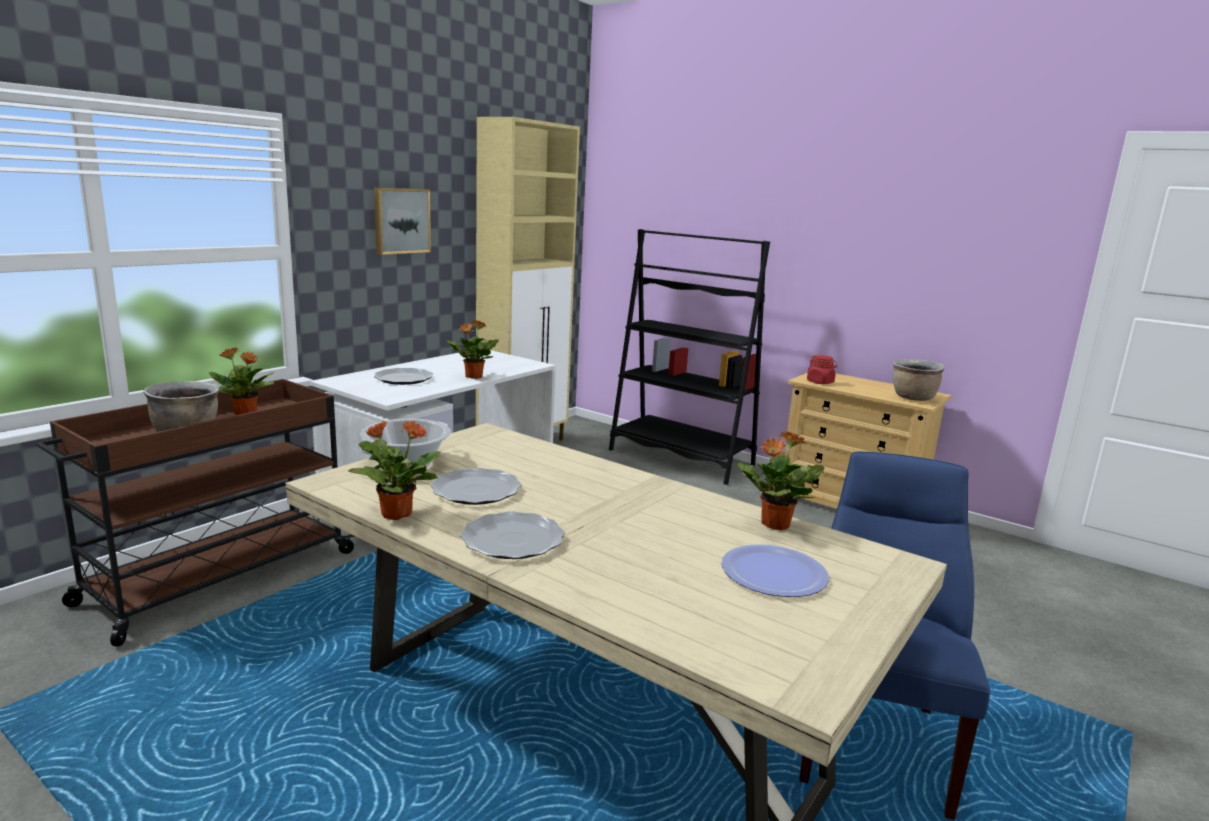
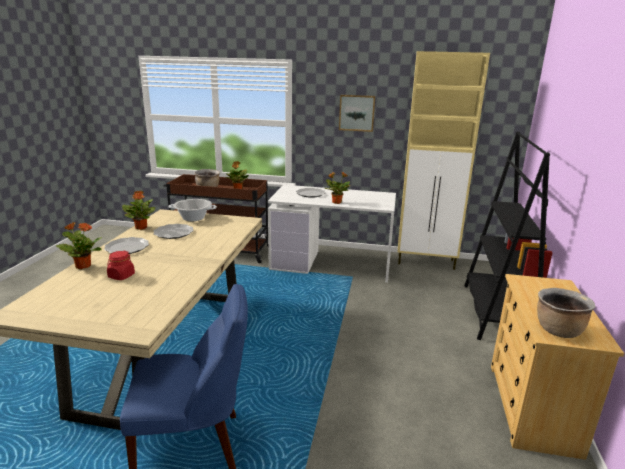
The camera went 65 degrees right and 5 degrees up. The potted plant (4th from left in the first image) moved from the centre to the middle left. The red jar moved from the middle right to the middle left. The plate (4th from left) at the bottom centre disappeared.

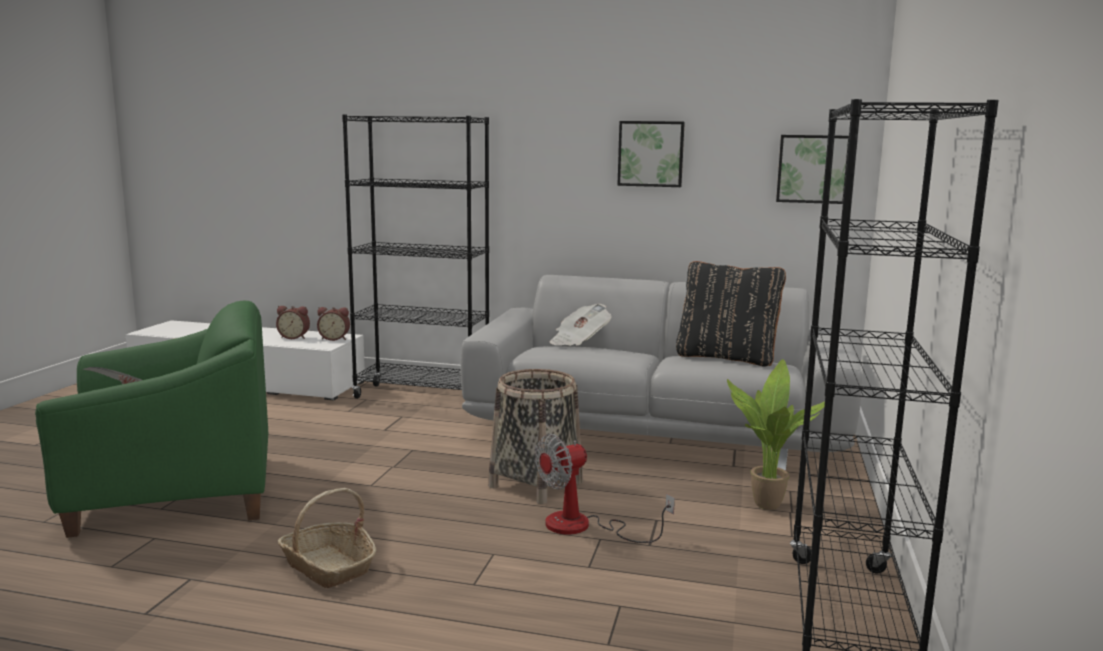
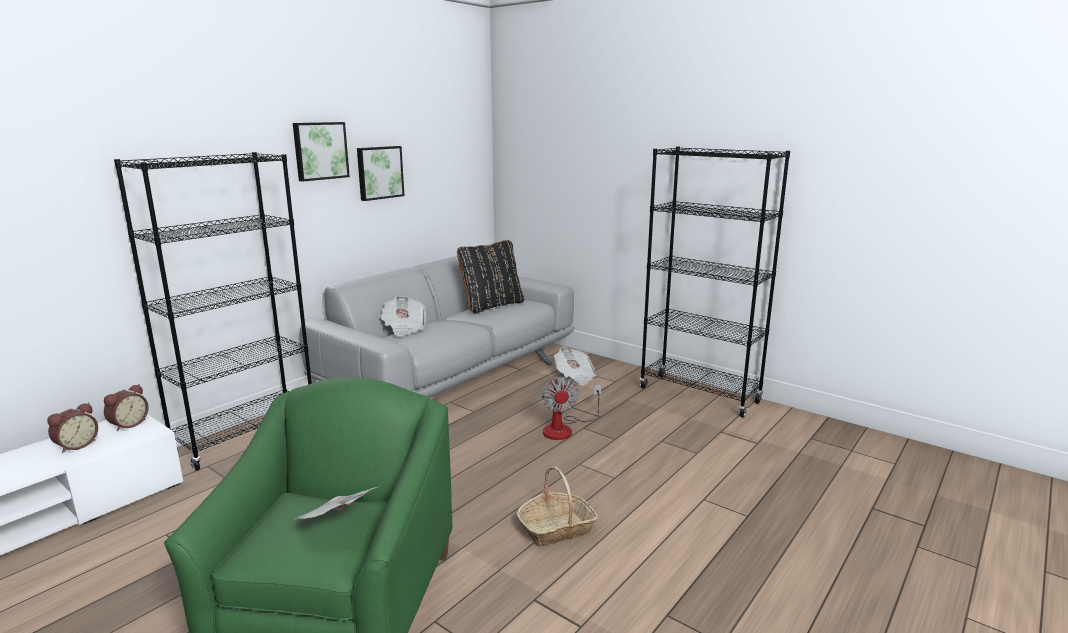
The camera went 65 degrees left and 5 degrees up. The picture (2nd from left in the first image) moved from the top right to the top left. The potted plant at the bottom right was replaced by the newspaper (3rd from left) at the centre. The basket (2nd from left) at the bottom centre disappeared.

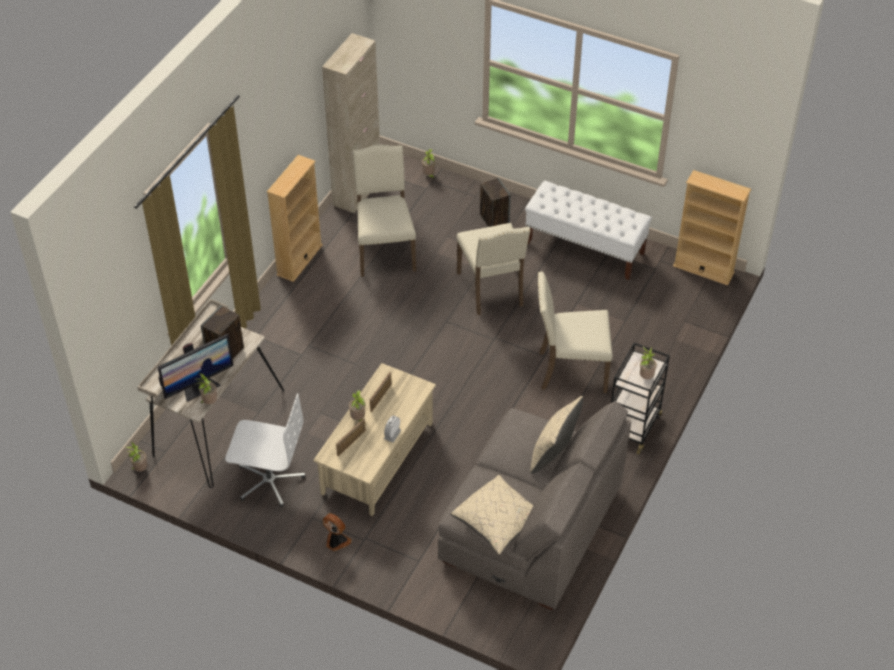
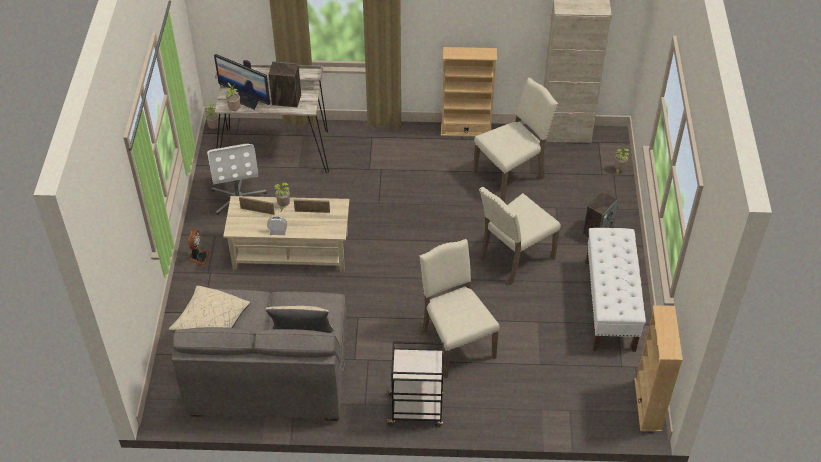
The camera went 65 degrees right and 0 degrees up. The potted plant (5th from left) at the middle right disappeared.

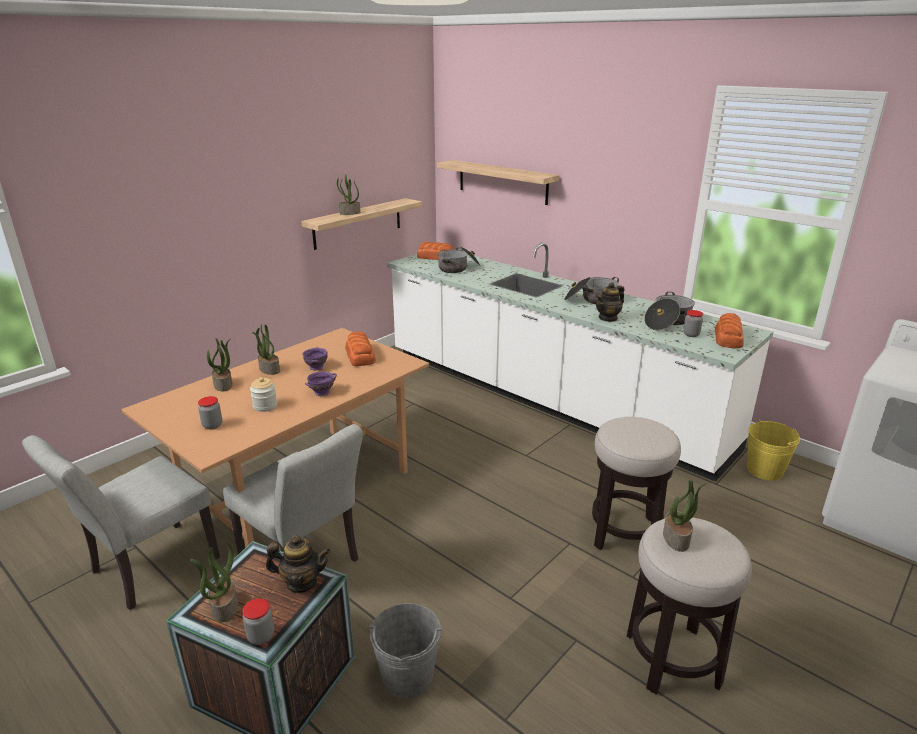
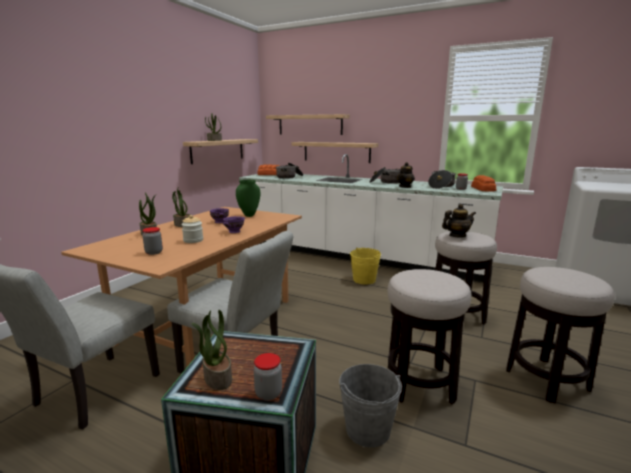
The camera went 15 degrees left and 10 degrees down. The bread (1st from left) at the centre was replaced by the green vase at the centre. The shelf (3rd from left) at the top centre appeared. The yellow bucket moved from the middle right to the centre. The stool (1st from left) at the bottom right appeared. The teapot (1st from left in the first image) moved from the bottom left to the middle right. The potted plant (5th from left) at the bottom right disappeared.

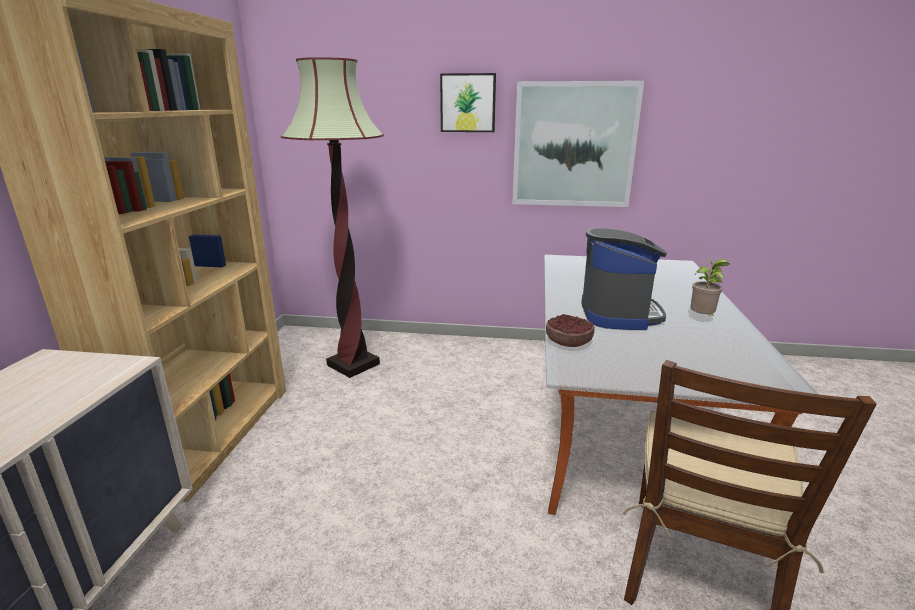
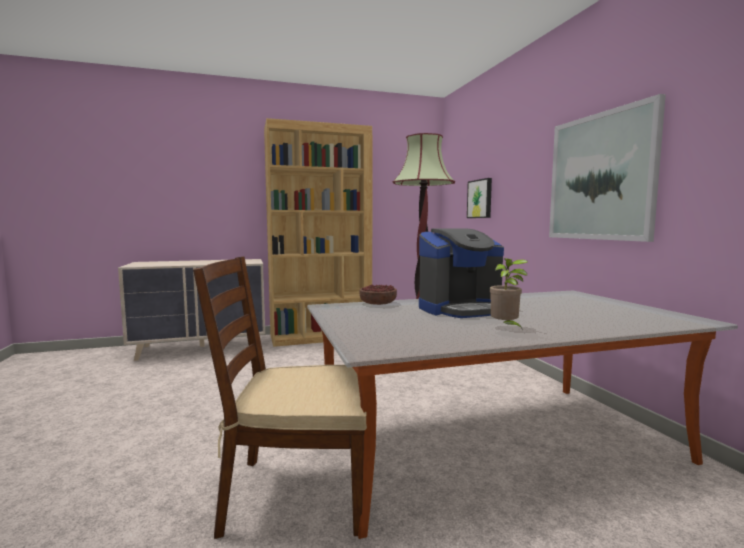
The camera went 65 degrees right and 15 degrees down. The picture (1st from left) moved from the top centre to the centre.

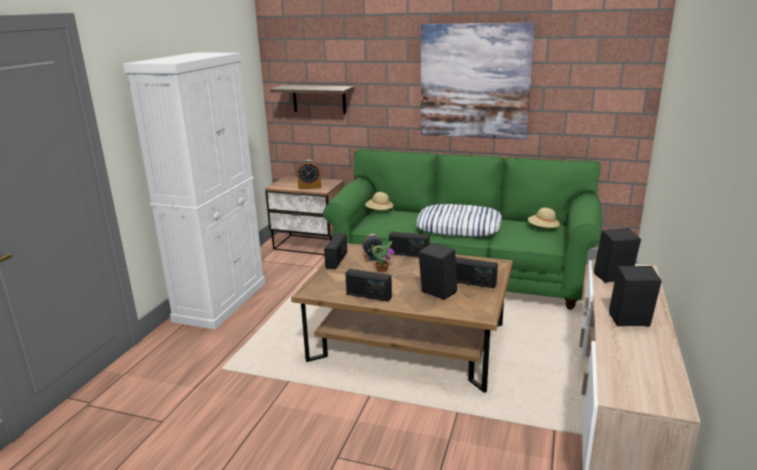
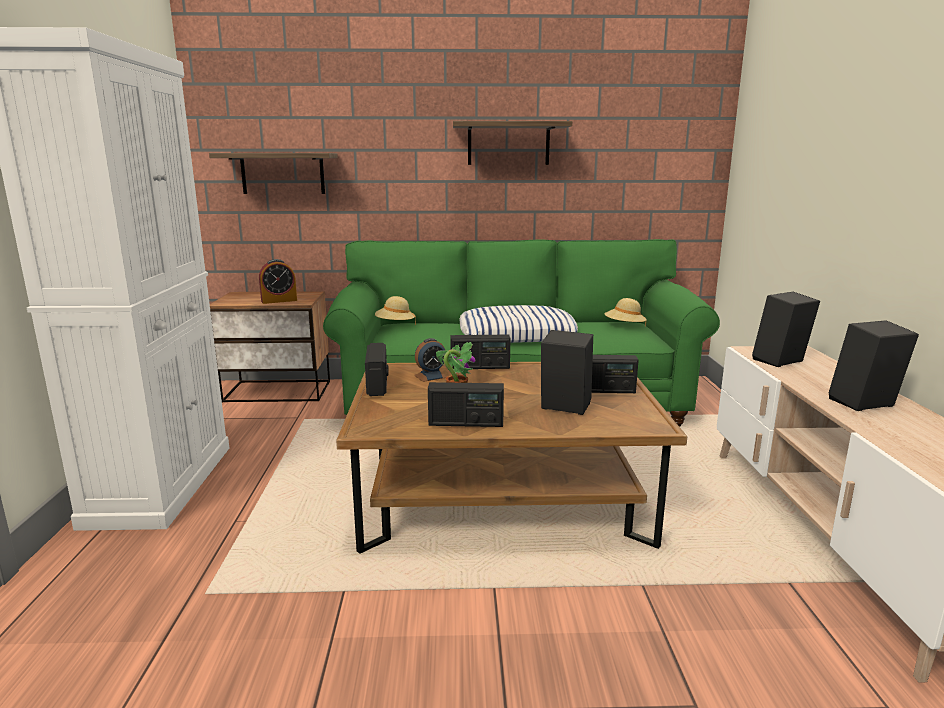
The camera went 20 degrees left and 5 degrees down. The picture at the top centre was replaced by the shelf (2nd from left) at the top centre.

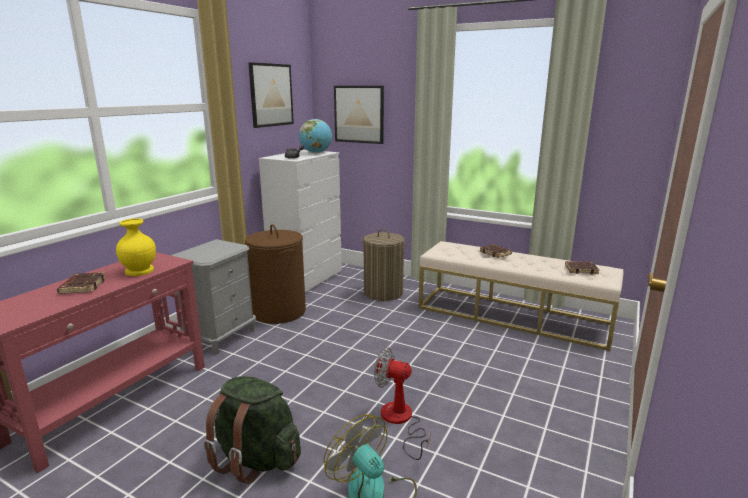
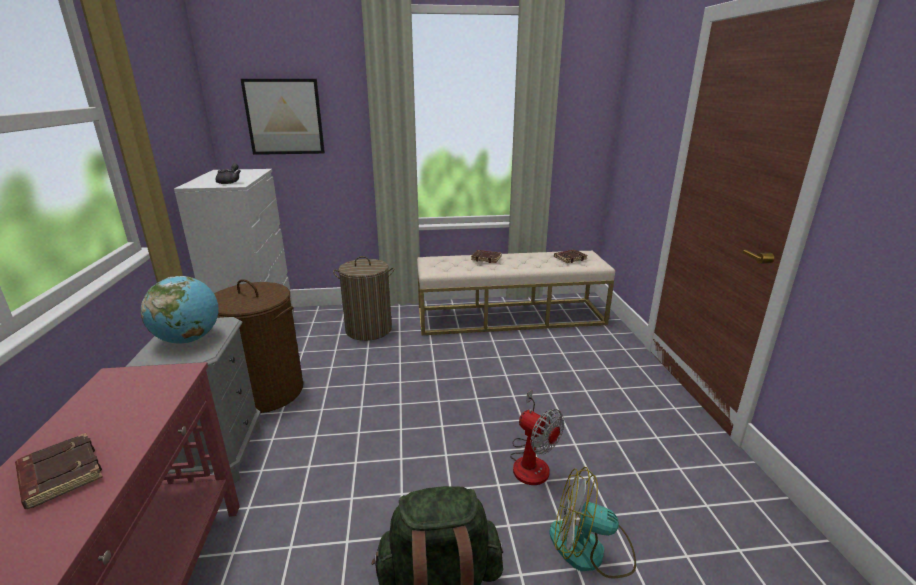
The camera went 35 degrees left and 5 degrees up. The globe moved from the top centre to the middle left. The fan (2nd from left in the first image) at the bottom centre turned 120 degrees counterclockwise. The yellow vase at the middle left disappeared. The picture (1st from left) at the top centre disappeared.

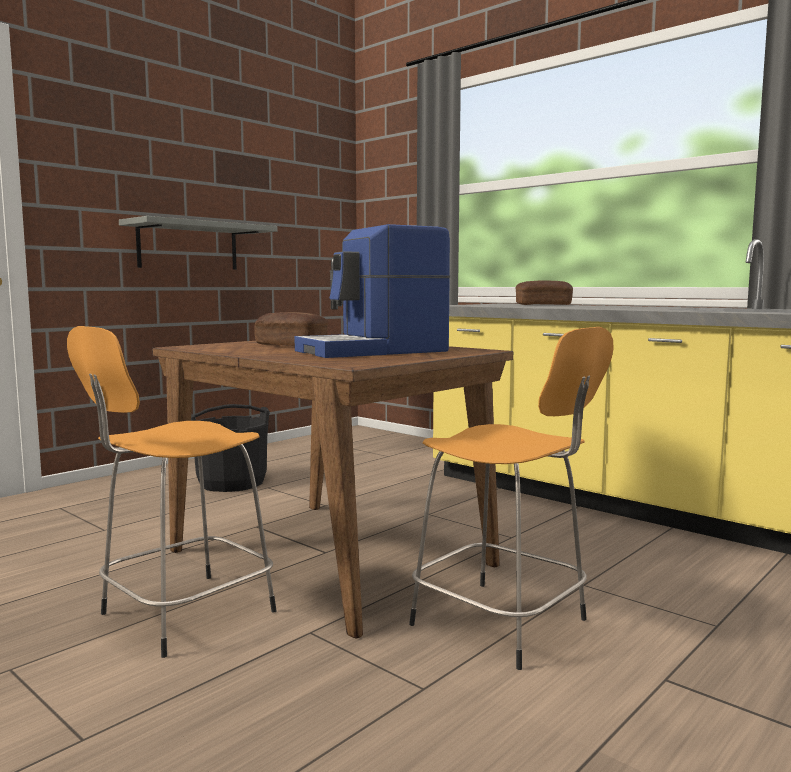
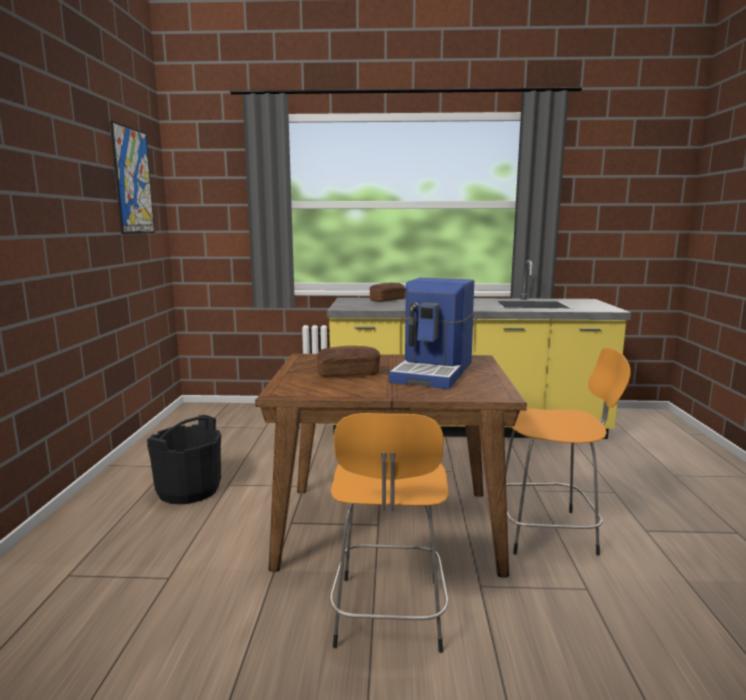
The camera went 40 degrees left and 5 degrees up. The picture at the top left appeared. The grey shelf at the top left disappeared.

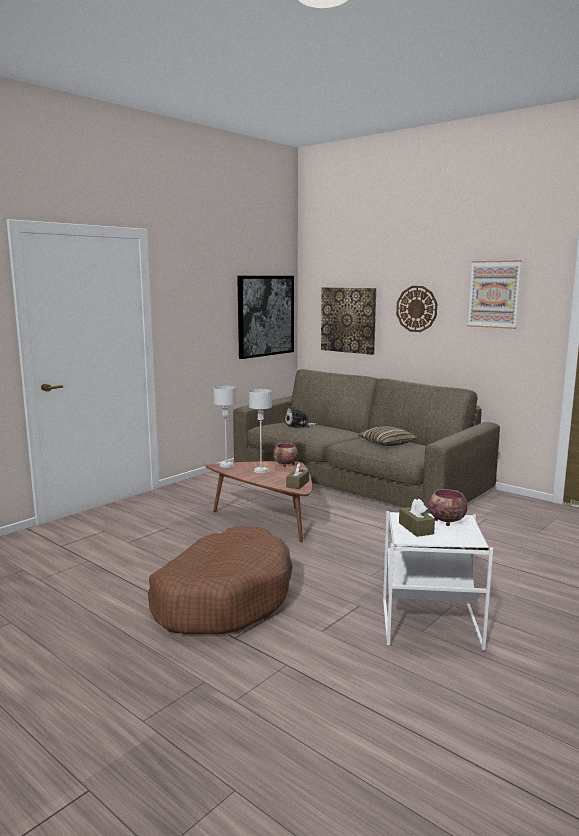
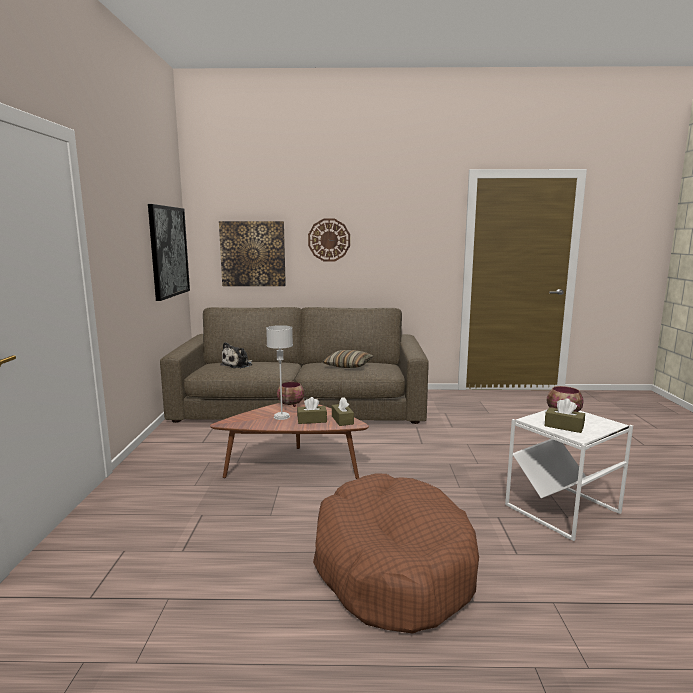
The camera went 40 degrees left and 0 degrees up. The brown tissue box (1st from left) at the centre appeared. The grey table lamp (1st from left) at the centre disappeared. The picture (3rd from left) at the middle right disappeared.

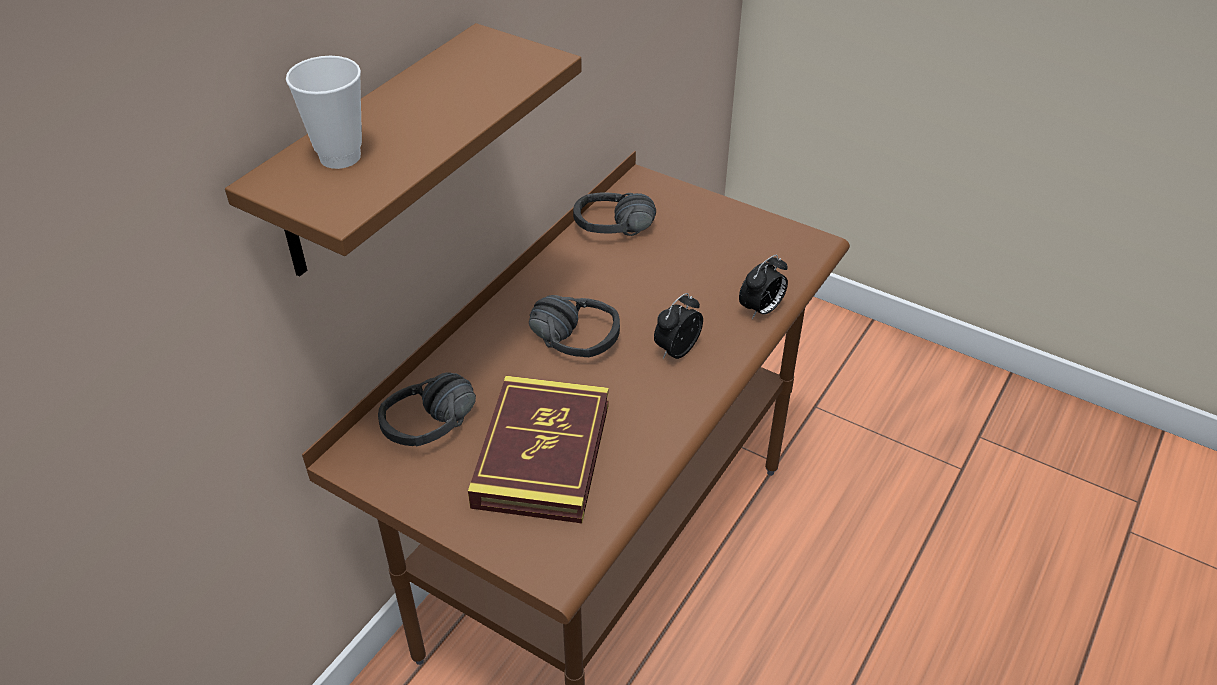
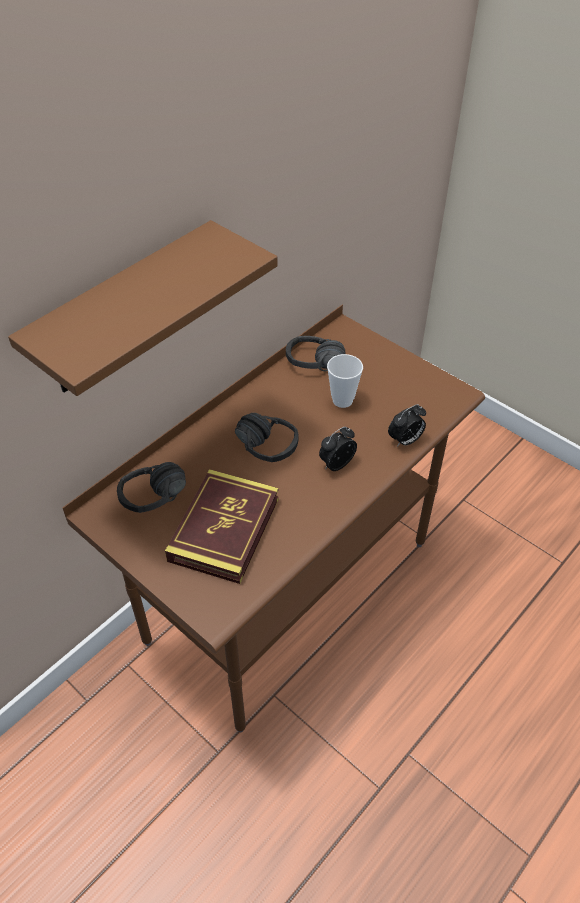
The camera went 10 degrees right and 5 degrees up. The cup moved from the top left to the centre.

